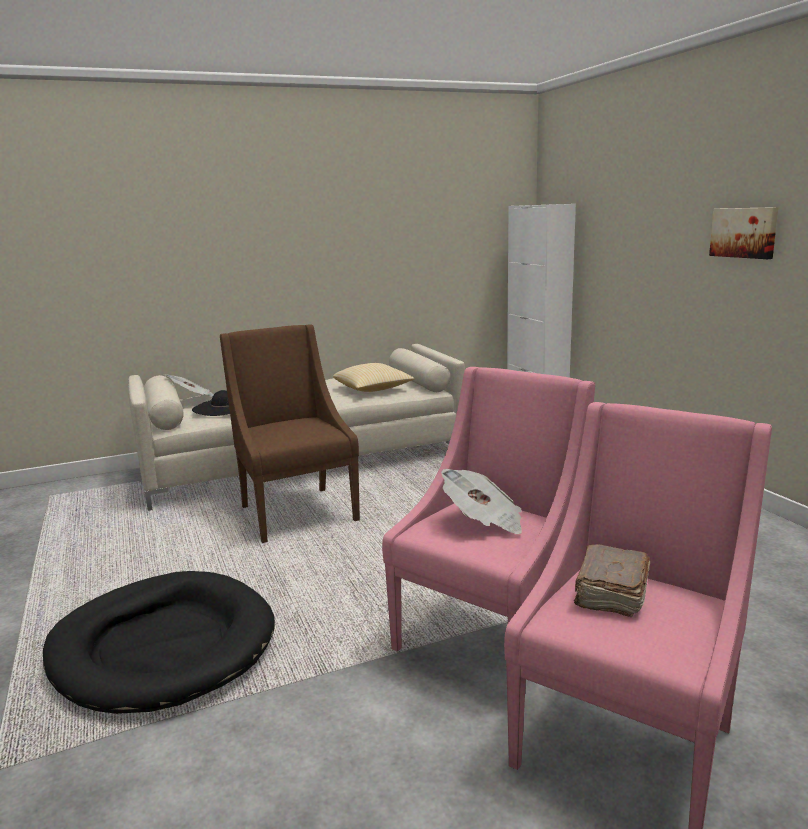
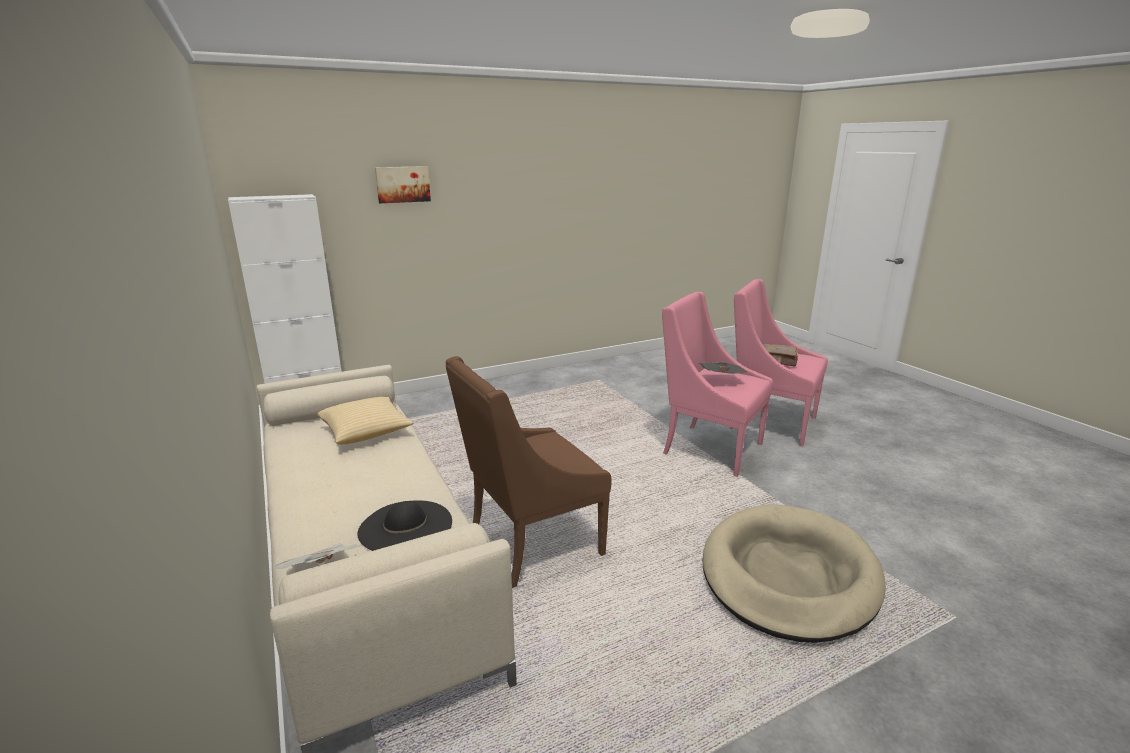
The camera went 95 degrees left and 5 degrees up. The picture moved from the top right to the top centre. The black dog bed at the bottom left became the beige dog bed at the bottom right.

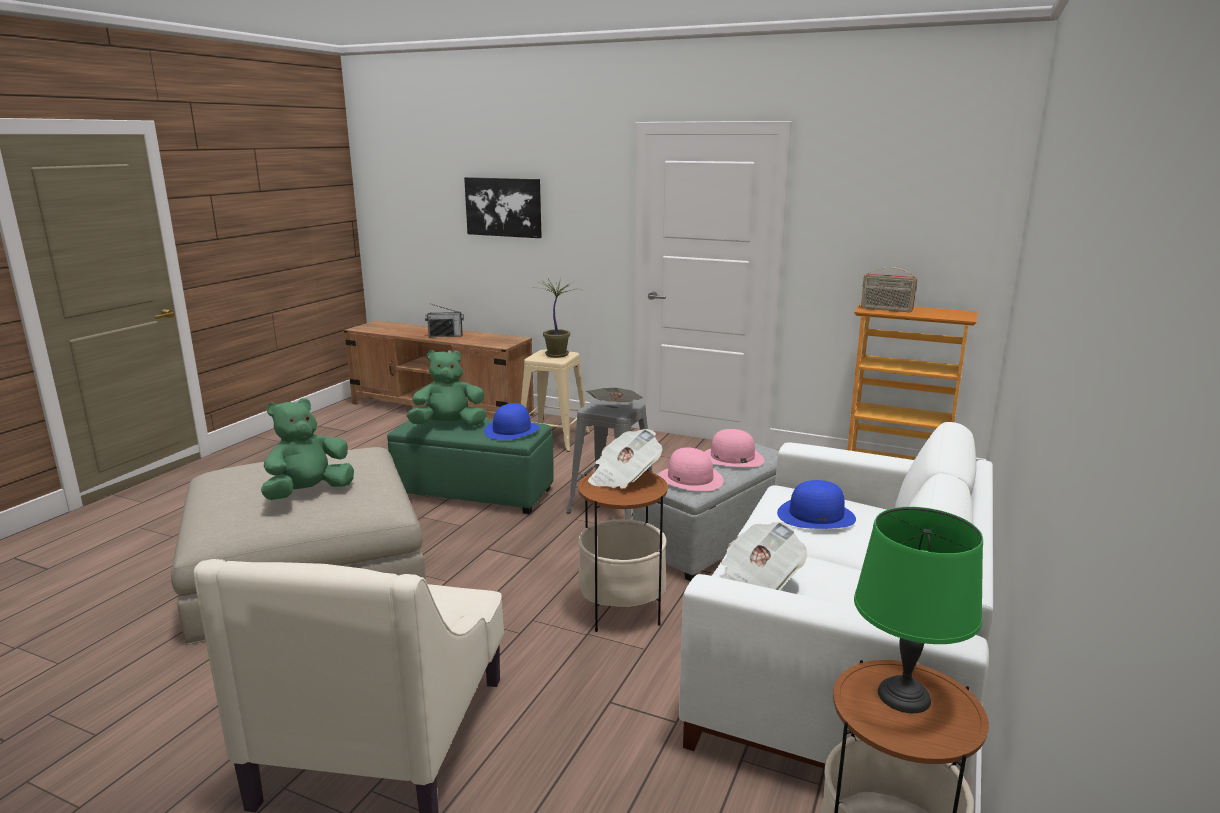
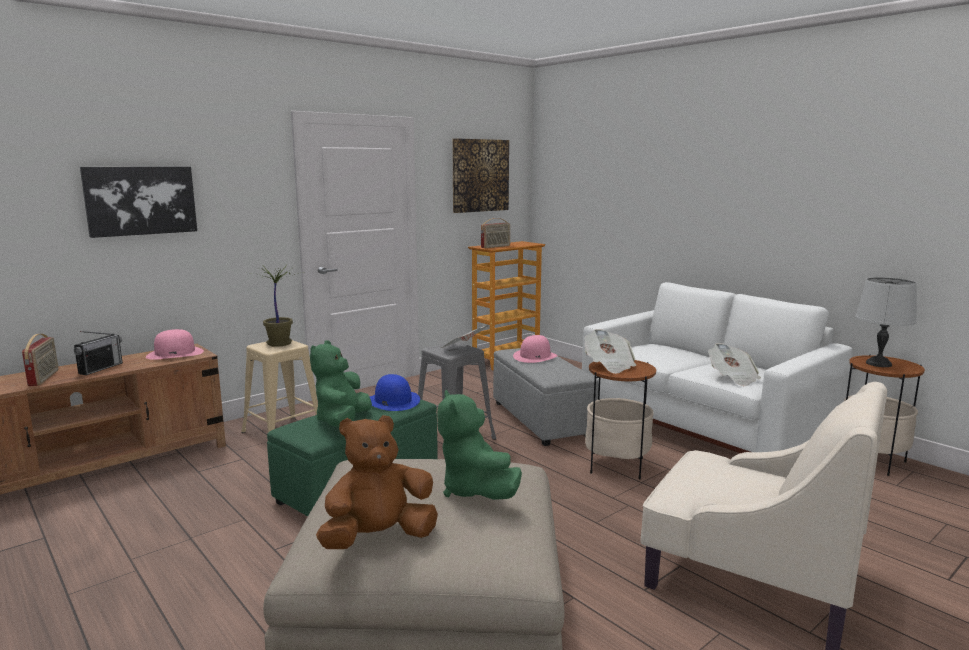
The camera went 65 degrees left and 5 degrees down. The radio (1st from left) at the middle left appeared. The pink hat (1st from left) moved from the centre to the middle left. The brown plush toy at the bottom centre appeared. The picture (2nd from left) at the top centre appeared. The green table lamp at the bottom right became the grey table lamp at the middle right. The blue hat (2nd from left) at the middle right disappeared.

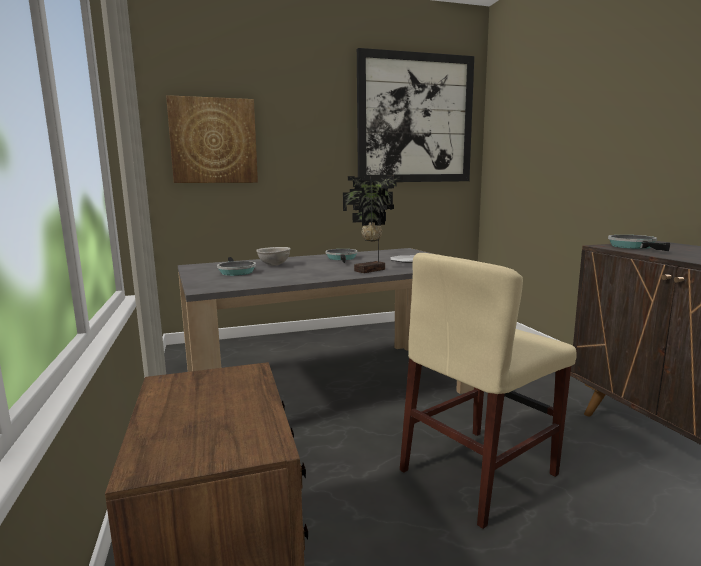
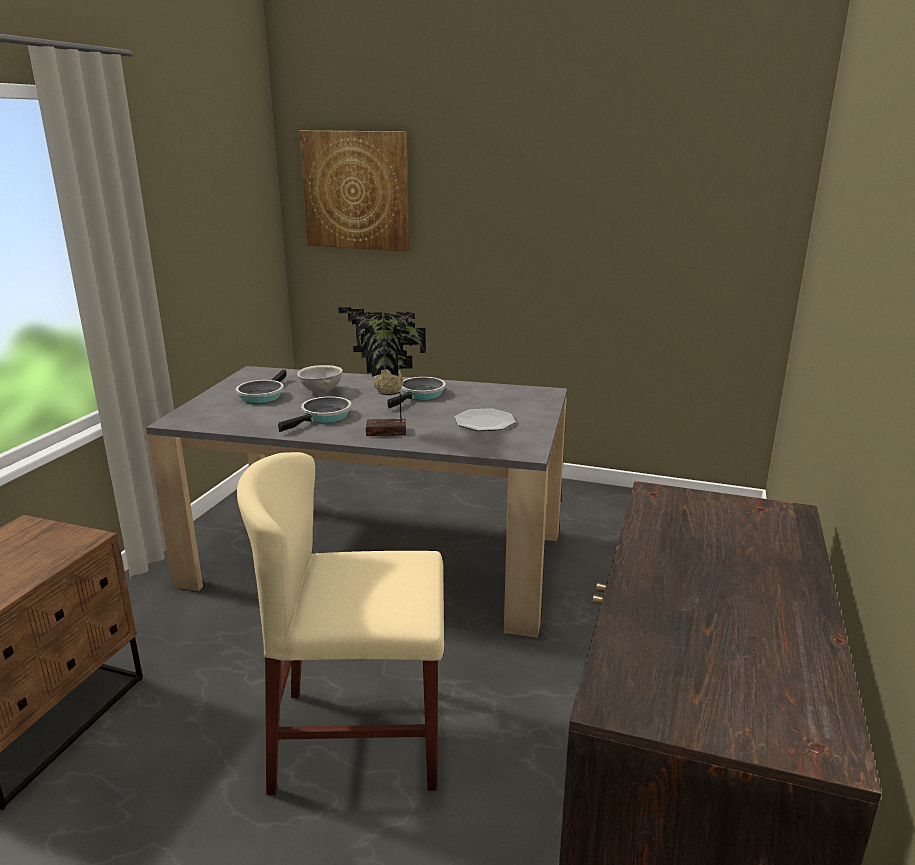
The camera went 35 degrees right and 10 degrees up. The frying pan (3rd from left in the first image) moved from the middle right to the centre. The picture (2nd from left) at the top centre disappeared.

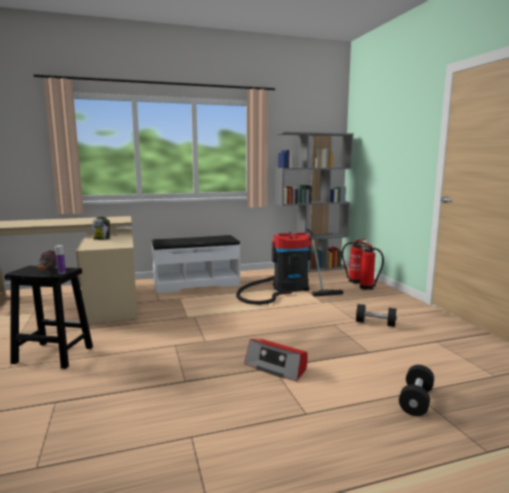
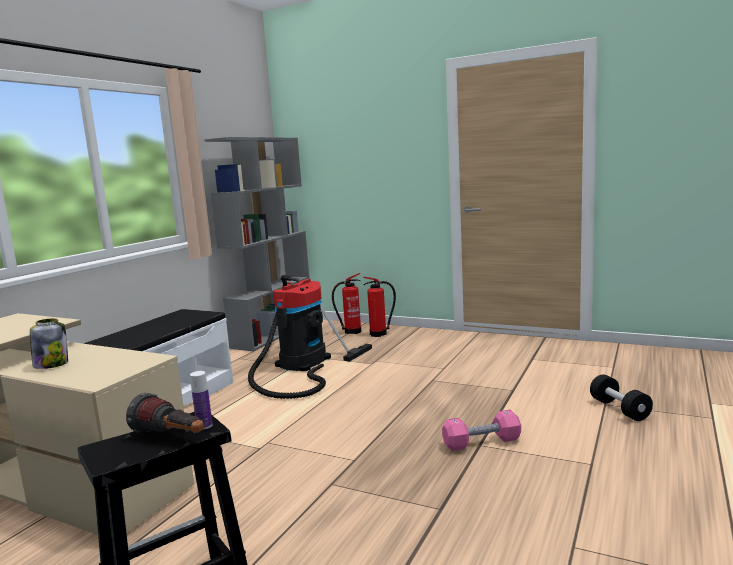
The camera went 45 degrees left and 0 degrees up. The radio at the bottom centre was replaced by the pink dumbbell at the bottom centre. The black dumbbell (1st from left) at the middle right disappeared.

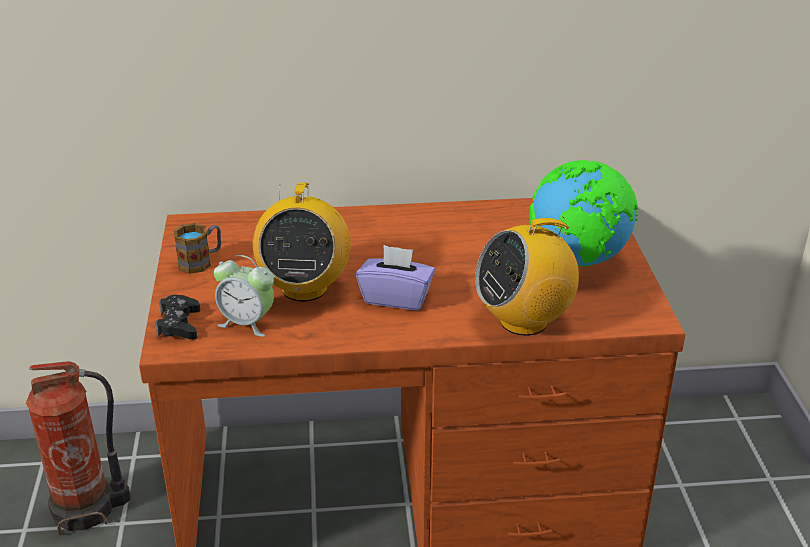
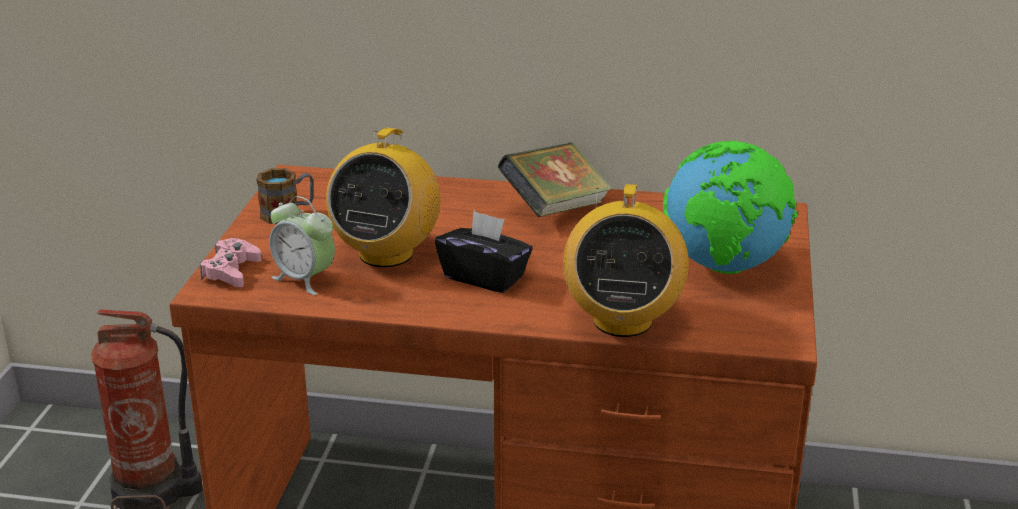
The camera went 15 degrees right and 5 degrees down. The black game controller at the middle left became the pink game controller at the middle left. The purple tissue box at the centre became the black tissue box at the centre. The book at the centre appeared. The radio (2nd from left) at the centre turned 75 degrees counterclockwise.

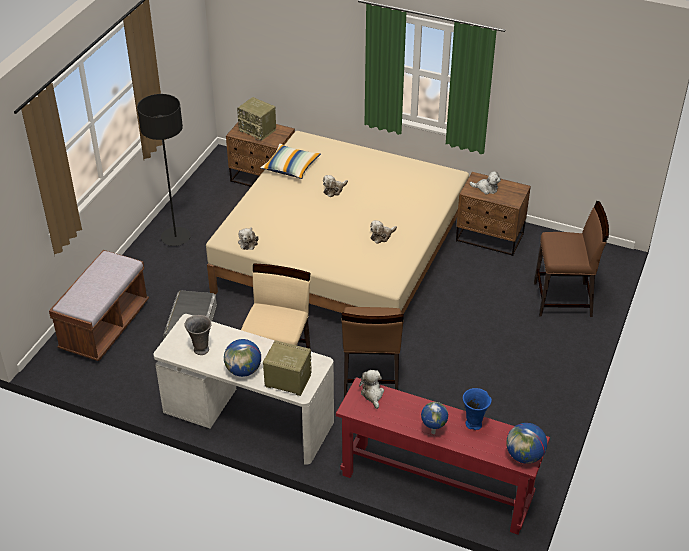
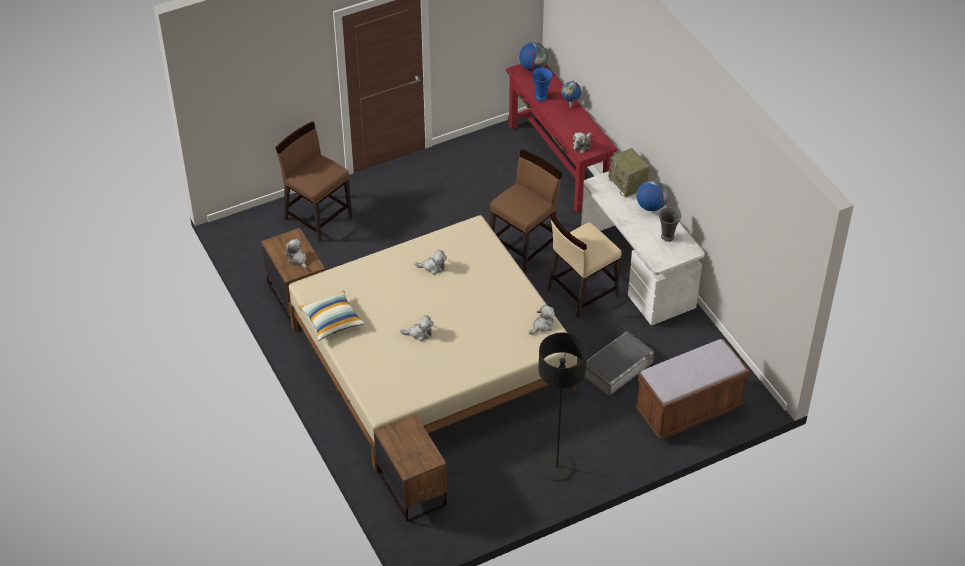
The camera went 140 degrees left and 5 degrees up. The pillow moved from the top centre to the centre. The radio (1st from left) at the top centre disappeared.

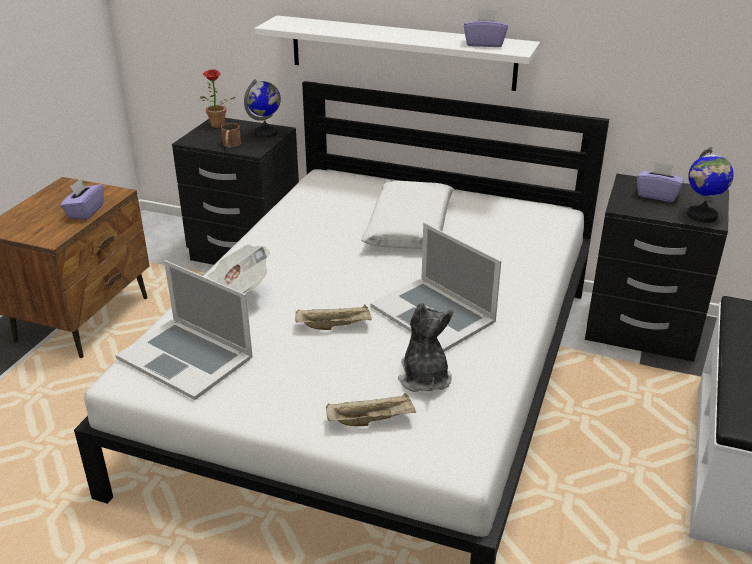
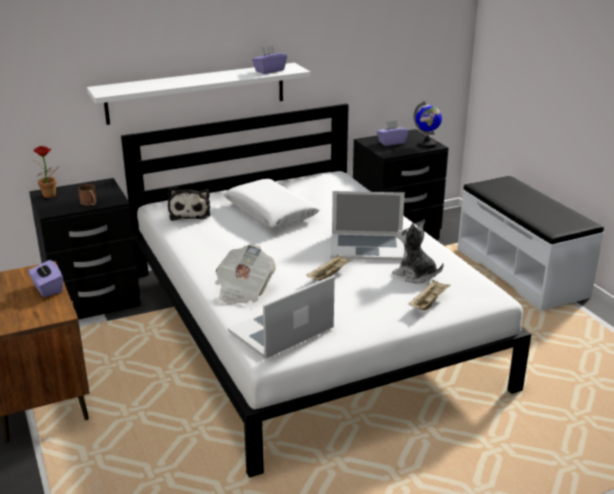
The camera went 45 degrees left and 5 degrees down. The plush toy (1st from left) at the middle left appeared. The laptop (1st from left) at the middle left turned 150 degrees clockwise. The globe (1st from left) at the top centre disappeared.

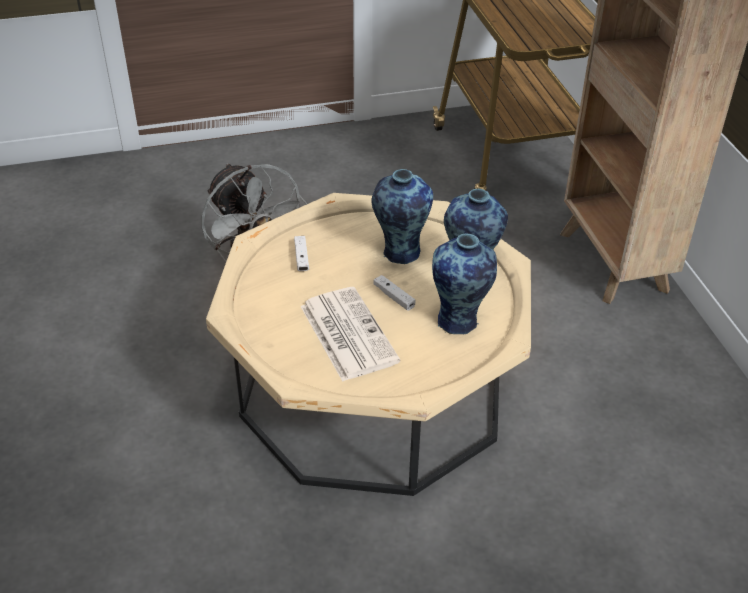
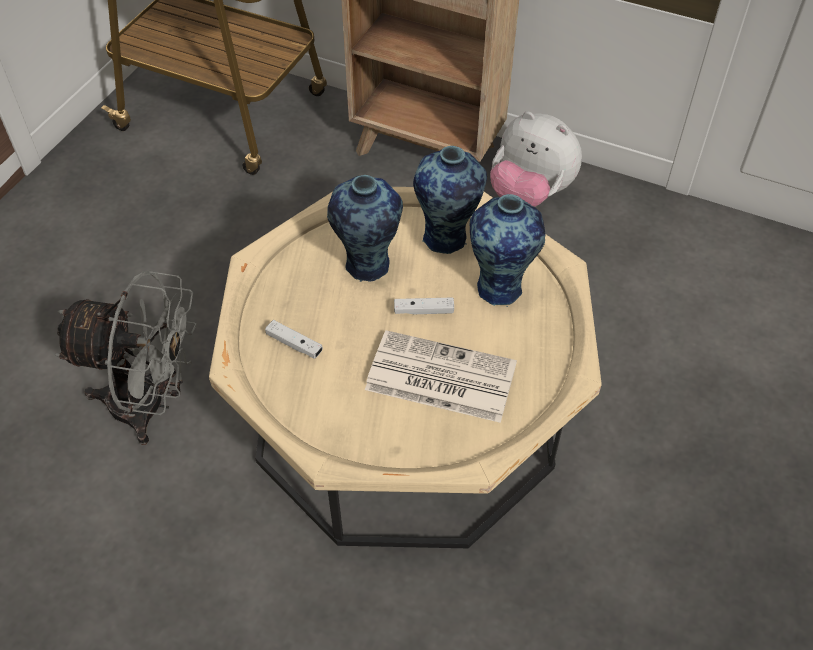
The camera went 50 degrees left and 10 degrees up. The plush toy at the top centre appeared.

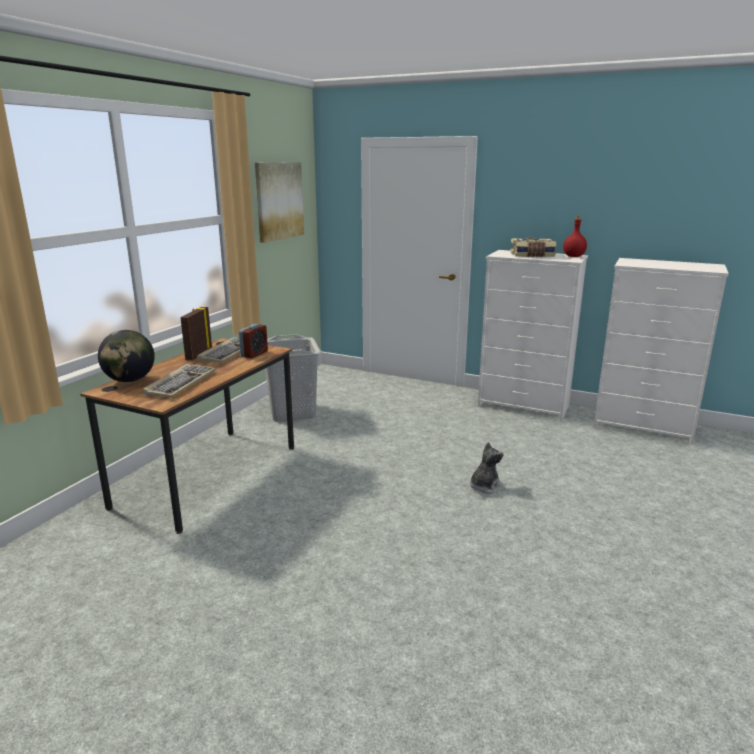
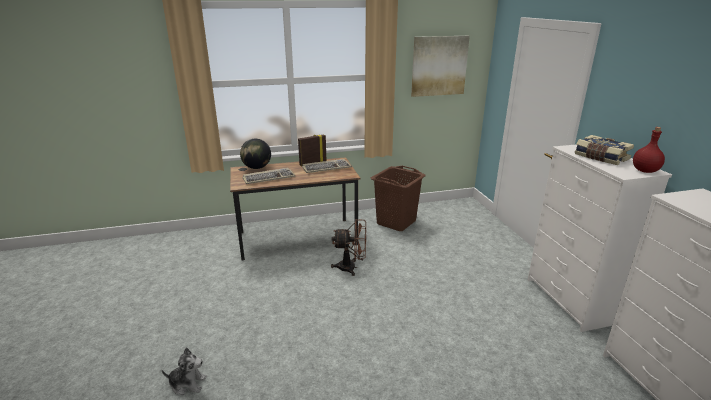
The camera went 50 degrees right and 5 degrees up. The plush toy moved from the centre to the bottom left. The brown fan at the centre appeared. The grey laundry basket at the centre became the brown laundry basket at the centre. The alarm clock at the centre disappeared.

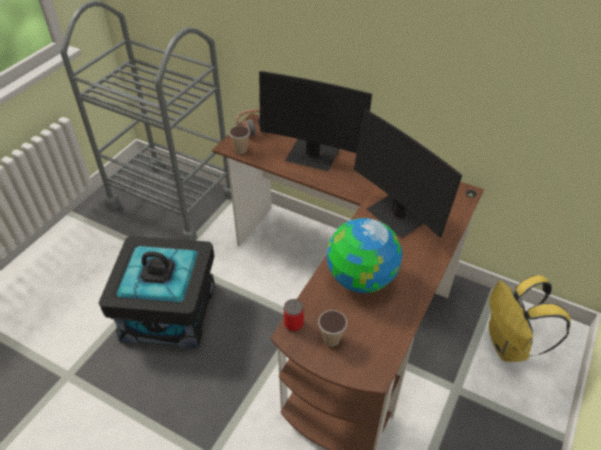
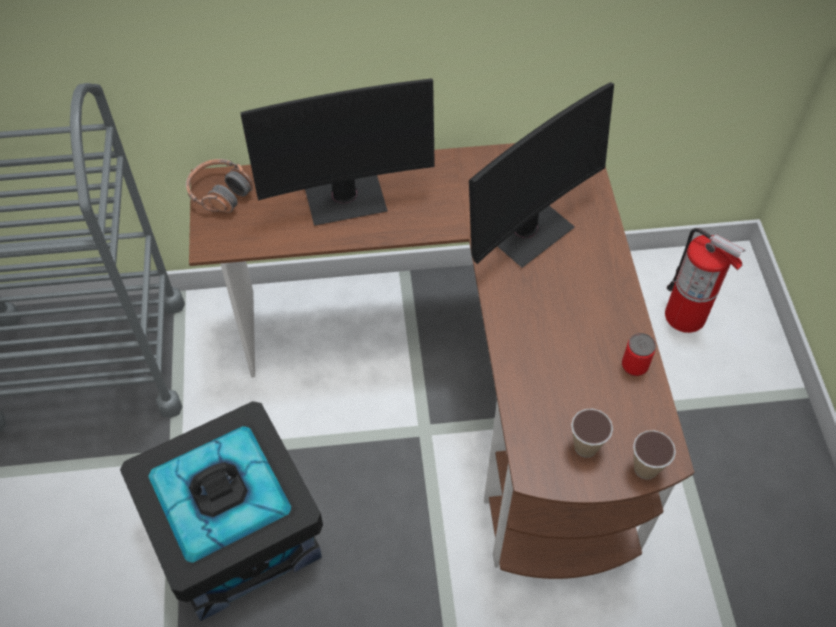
The camera went 35 degrees left and 10 degrees up. The monitor (2nd from left) at the middle right turned 60 degrees counterclockwise. The can moved from the bottom centre to the middle right. The cup (1st from left in the first image) moved from the top centre to the bottom right. The yellow backpack at the bottom right was replaced by the fire extinguisher at the middle right. The globe at the centre disappeared.

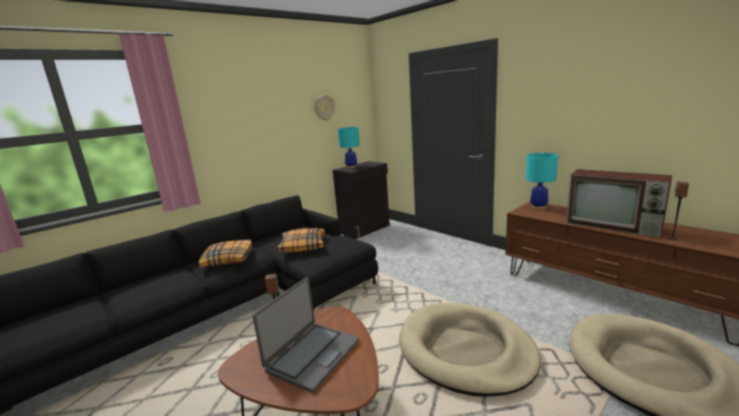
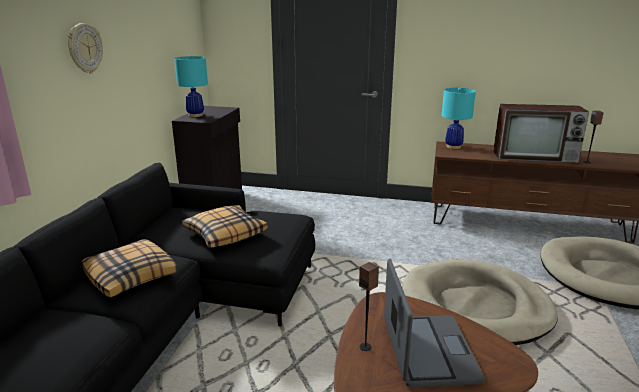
The camera went 35 degrees left and 5 degrees up. The wall clock moved from the top centre to the top left.

